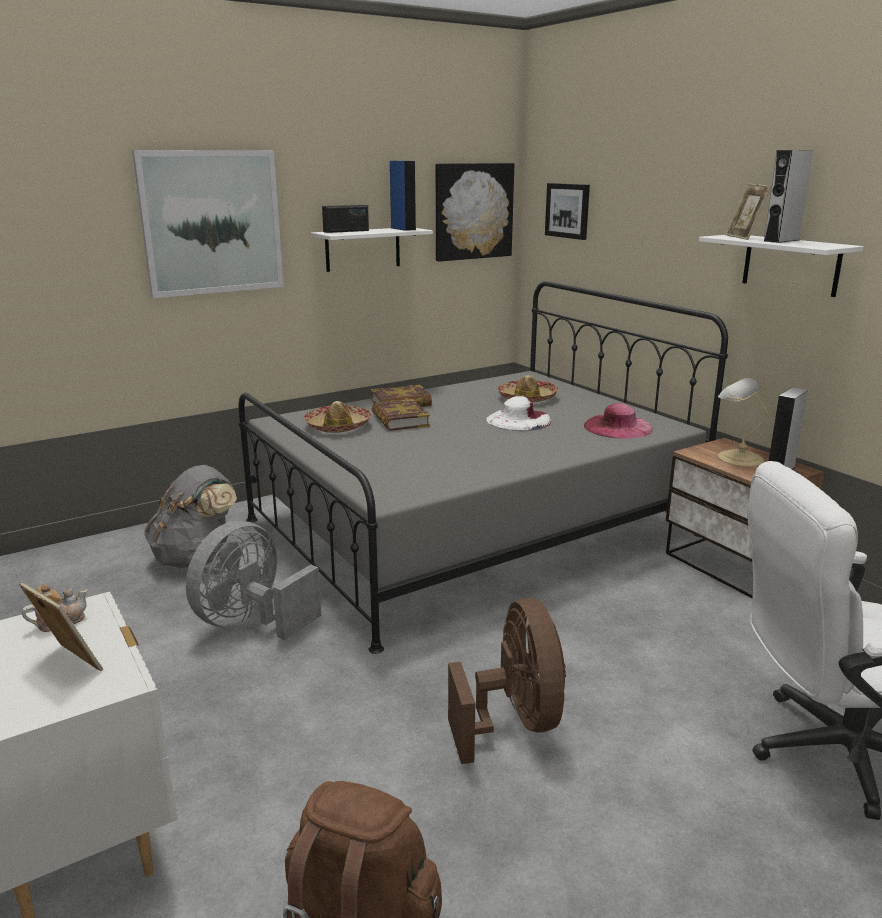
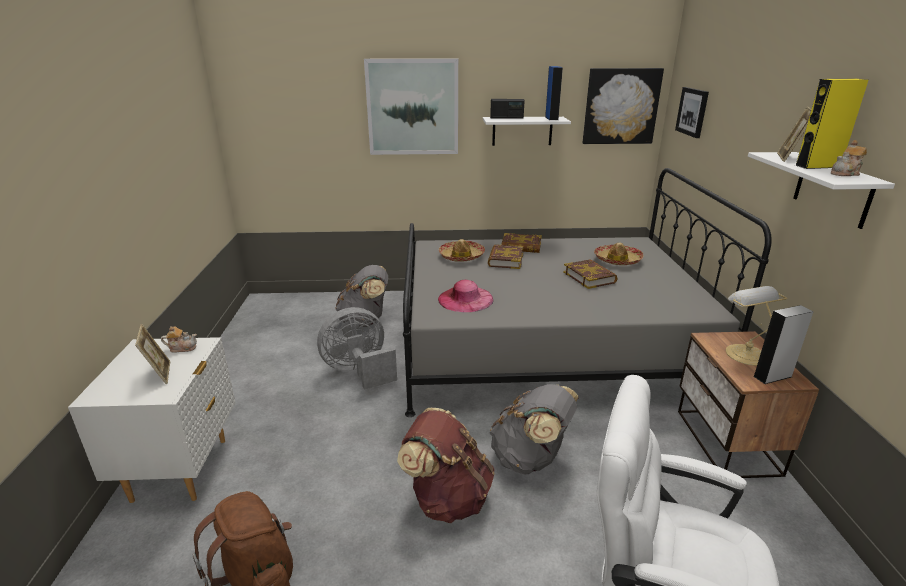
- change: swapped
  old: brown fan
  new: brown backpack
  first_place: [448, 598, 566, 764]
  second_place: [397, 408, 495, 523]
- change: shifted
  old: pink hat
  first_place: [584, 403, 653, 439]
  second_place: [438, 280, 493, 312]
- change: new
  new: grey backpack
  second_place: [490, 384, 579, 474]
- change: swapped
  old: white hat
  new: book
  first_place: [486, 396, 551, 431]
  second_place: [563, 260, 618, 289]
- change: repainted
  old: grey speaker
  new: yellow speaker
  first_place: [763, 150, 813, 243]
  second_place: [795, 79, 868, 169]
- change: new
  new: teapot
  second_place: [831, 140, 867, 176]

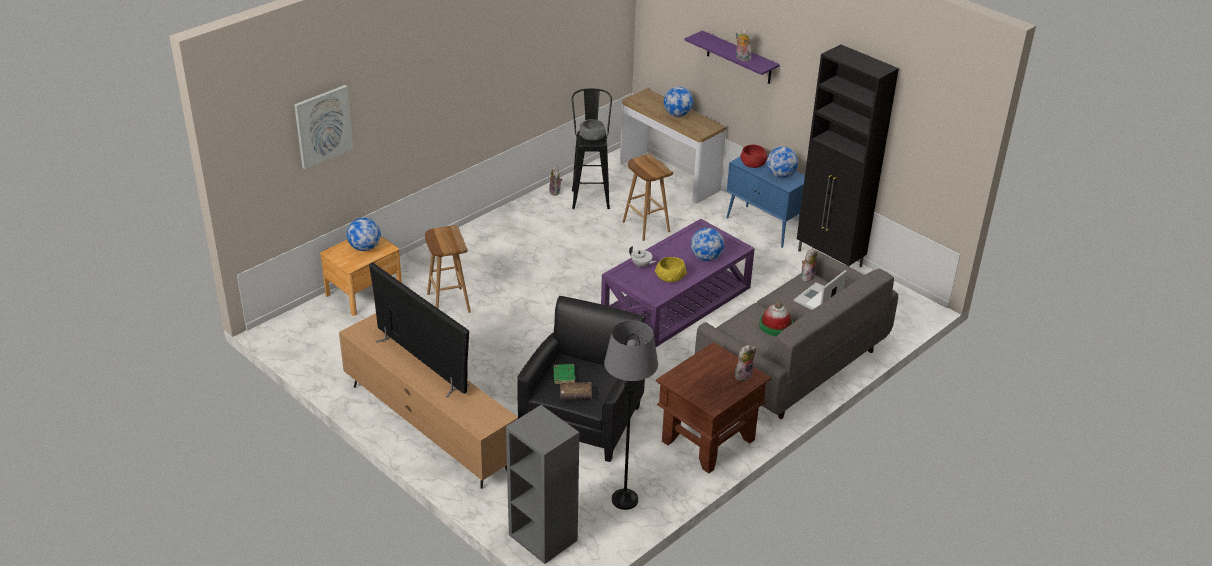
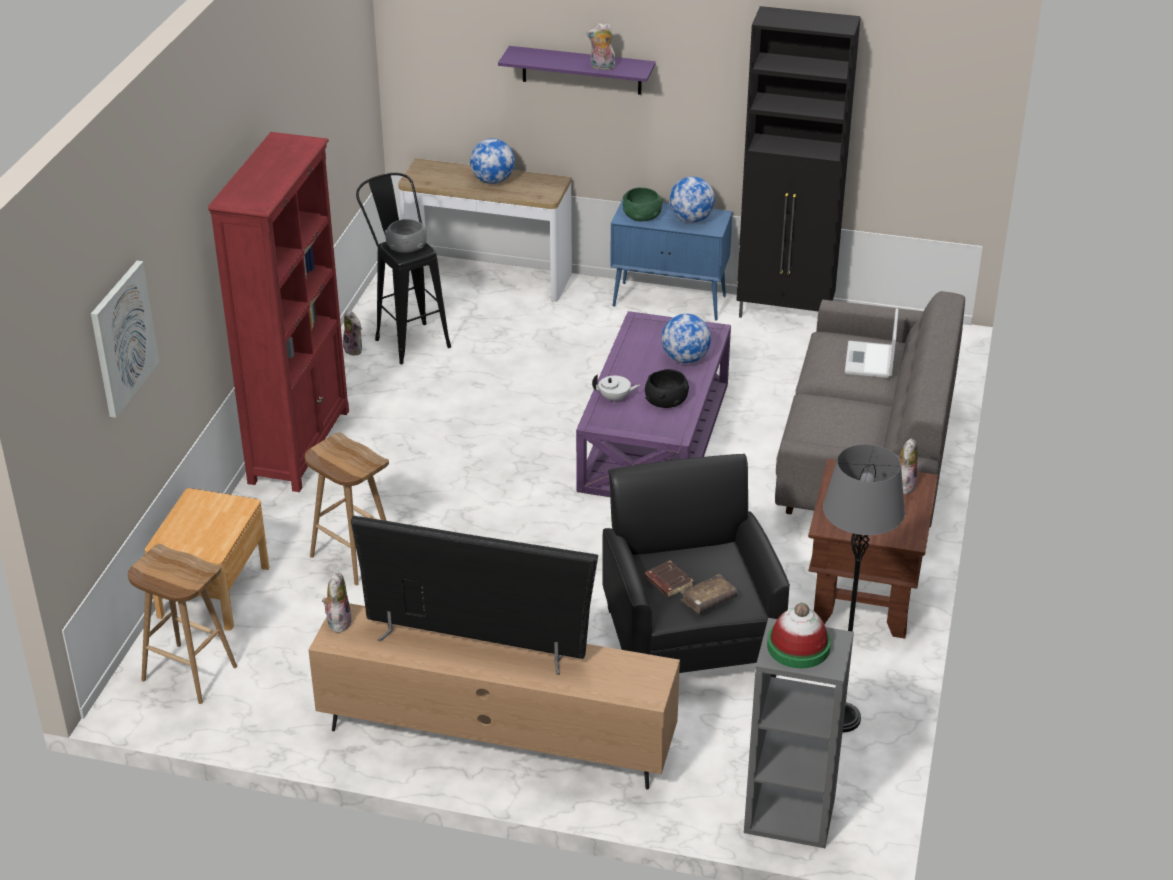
- change: shifted
  old: brown stool
  first_place: [623, 154, 673, 241]
  second_place: [128, 544, 237, 704]
- change: new
  new: red bookcase
  second_place: [208, 132, 349, 492]
- change: shifted
  old: plush toy
  first_place: [801, 248, 817, 282]
  second_place: [322, 573, 352, 633]
- change: repainted
  old: red bowl
  new: green bowl
  first_place: [740, 145, 767, 168]
  second_place: [623, 188, 663, 222]
- change: repainted
  old: yellow bowl
  new: black bowl
  first_place: [655, 257, 687, 282]
  second_place: [645, 369, 689, 408]
- change: repainted
  old: green book
  new: brown book
  first_place: [553, 364, 575, 384]
  second_place: [645, 560, 694, 597]
- change: shifted
  old: hat
  first_place: [759, 301, 793, 336]
  second_place: [767, 603, 831, 668]
- change: gone
  old: globe
  first_place: [347, 218, 381, 251]

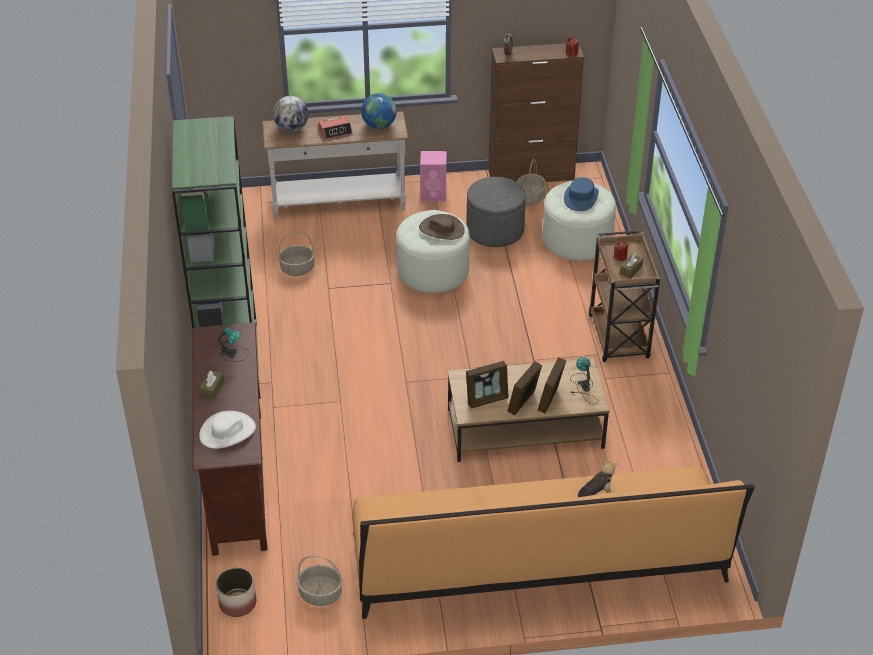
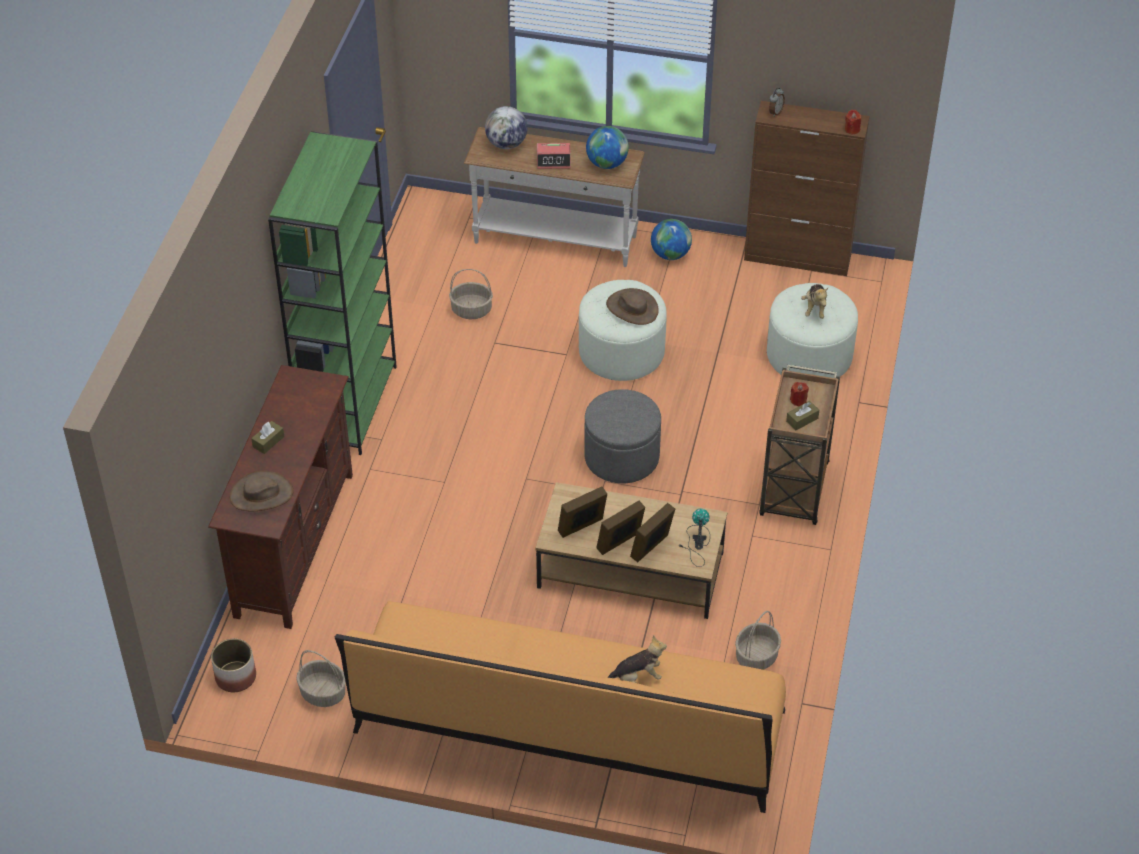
- change: repainted
  old: white hat
  new: brown hat
  first_place: [199, 411, 256, 449]
  second_place: [230, 470, 294, 511]
- change: rotated
  old: picture frame
  first_place: [466, 361, 509, 409]
  second_place: [558, 487, 607, 538]
  degrees: 150
- change: shifted
  old: grey ottoman
  first_place: [466, 177, 526, 247]
  second_place: [584, 389, 661, 483]
- change: swapped
  old: pink speaker
  new: globe
  first_place: [420, 151, 446, 201]
  second_place: [651, 219, 692, 260]
- change: shifted
  old: basket
  first_place: [517, 158, 547, 205]
  second_place: [735, 611, 781, 670]
- change: swapped
  old: blue hat
  new: plush toy
  first_place: [564, 177, 599, 211]
  second_place: [801, 284, 828, 319]
- change: gone
  old: table lamp
  first_place: [201, 327, 249, 362]

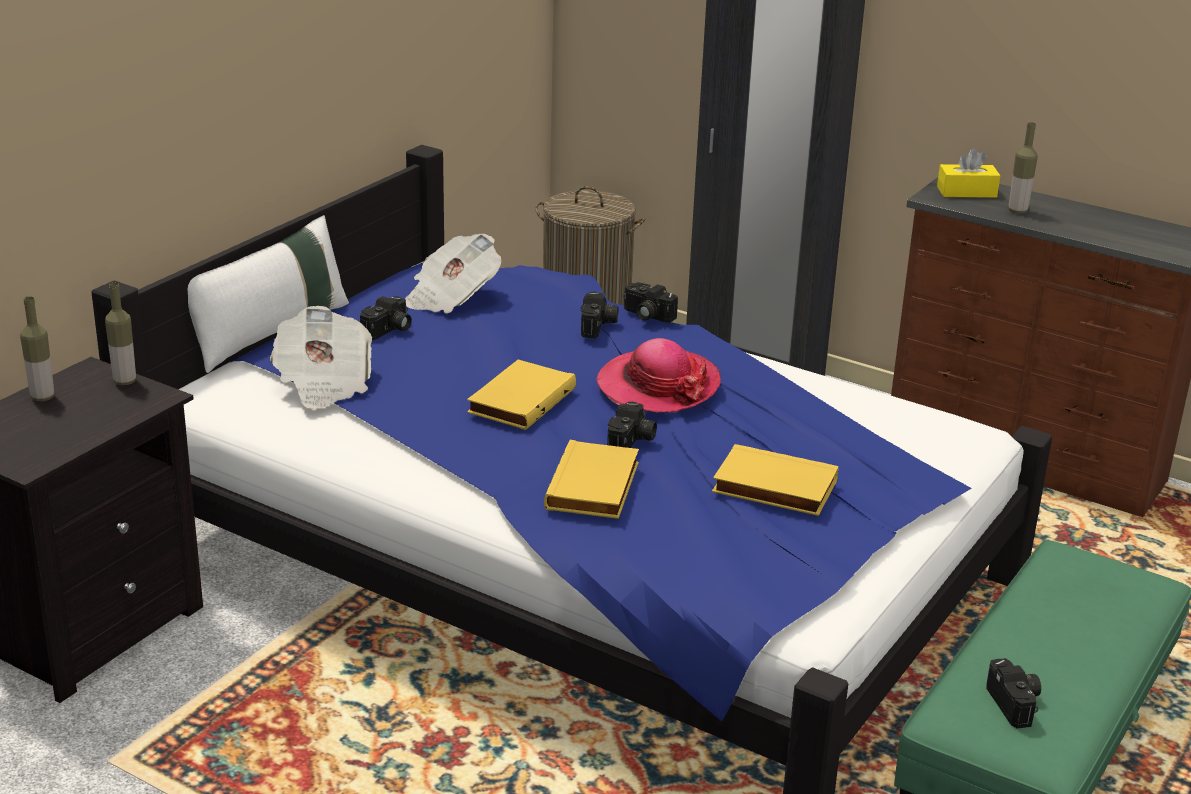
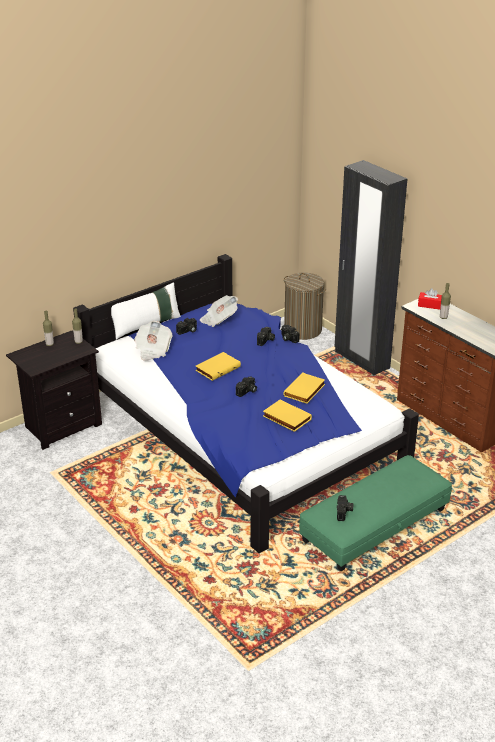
- change: shifted
  old: yellow book
  first_place: [544, 440, 639, 519]
  second_place: [284, 373, 325, 404]
- change: repainted
  old: yellow tissue box
  new: red tissue box
  first_place: [937, 148, 1001, 198]
  second_place: [418, 288, 442, 310]
- change: gone
  old: hat
  first_place: [597, 338, 721, 413]

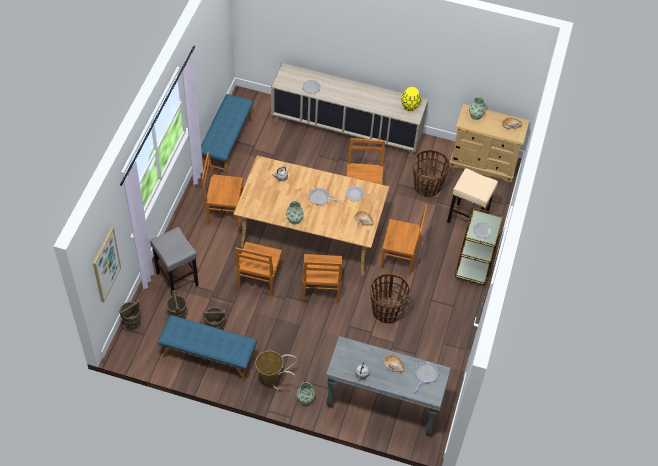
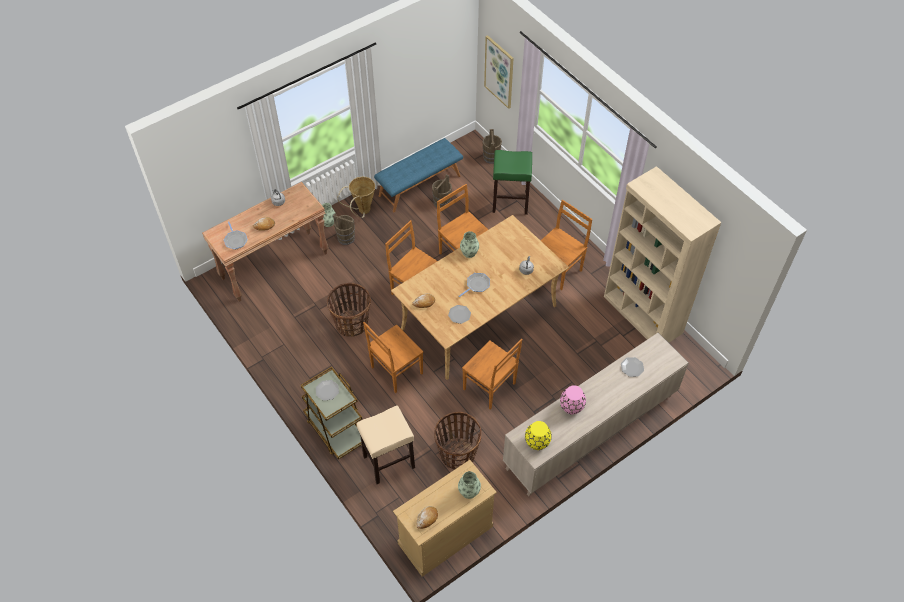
- change: repainted
  old: grey console table
  new: brown console table
  first_place: [326, 336, 451, 436]
  second_place: [202, 182, 329, 302]
- change: shifted
  old: brown bucket
  first_place: [166, 290, 187, 319]
  second_place: [333, 213, 355, 245]
- change: repainted
  old: grey stool
  new: green stool
  first_place: [150, 227, 199, 295]
  second_place: [492, 150, 532, 215]
- change: new
  new: pink vase
  second_place: [560, 385, 586, 414]
- change: swapped
  old: blue bench
  new: beige bookcase
  first_place: [201, 94, 253, 176]
  second_place: [604, 166, 721, 343]

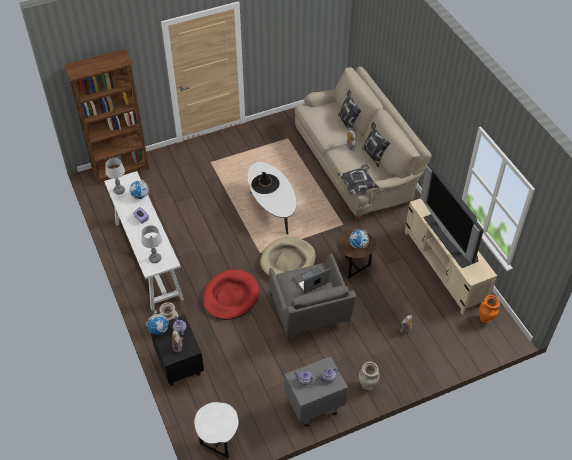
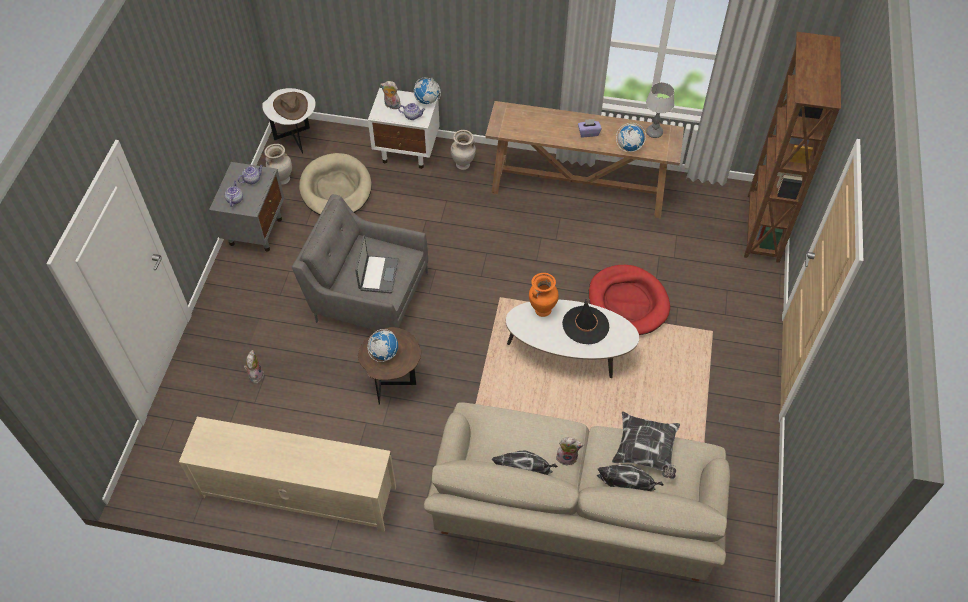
- change: shifted
  old: beige vase
  first_place: [358, 362, 379, 390]
  second_place: [264, 144, 292, 185]
- change: new
  new: brown hat
  second_place: [273, 92, 308, 120]
- change: shifted
  old: beige dog bed
  first_place: [260, 237, 316, 276]
  second_place: [299, 153, 372, 215]
- change: repainted
  old: black nightstand
  new: white nightstand
  first_place: [151, 315, 204, 386]
  second_place: [368, 88, 440, 169]
- change: repainted
  old: white console table
  new: brown console table
  first_place: [104, 171, 184, 311]
  second_place: [485, 101, 684, 218]
- change: shifted
  old: orange vase
  first_place: [479, 295, 500, 323]
  second_place: [529, 273, 559, 317]
- change: shifted
  old: red dog bed
  first_place: [203, 270, 259, 320]
  second_place: [589, 265, 670, 335]
- change: shifted
  old: pillow
  first_place: [337, 164, 380, 196]
  second_place: [612, 412, 680, 479]
- change: gone
  old: table lamp
  first_place: [141, 226, 162, 263]
- change: gone
  old: television
  first_place: [420, 163, 484, 268]

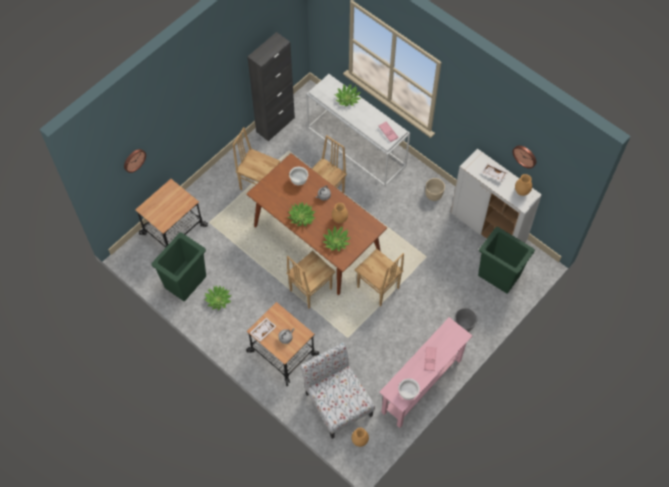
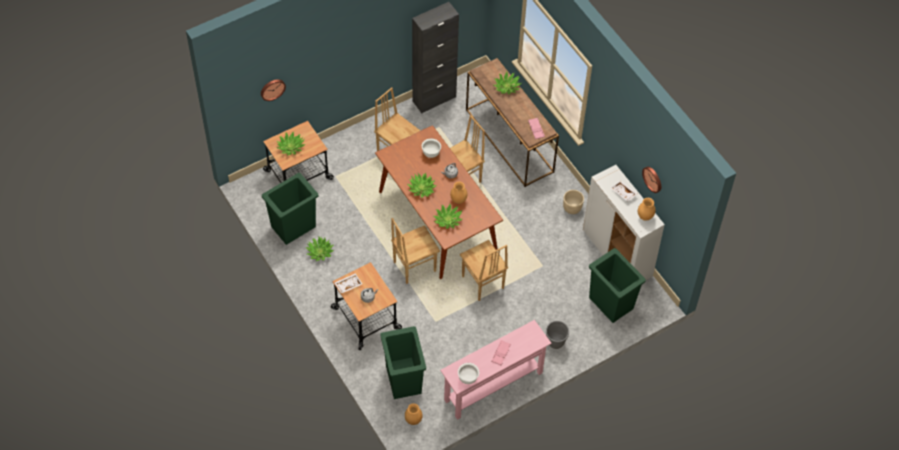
- change: new
  new: potted plant
  second_place: [277, 132, 305, 155]
- change: swapped
  old: chair
  new: green trash can
  first_place: [300, 342, 375, 439]
  second_place: [380, 326, 426, 399]
- change: repainted
  old: white console table
  new: brown console table
  first_place: [306, 74, 410, 186]
  second_place: [466, 58, 559, 187]

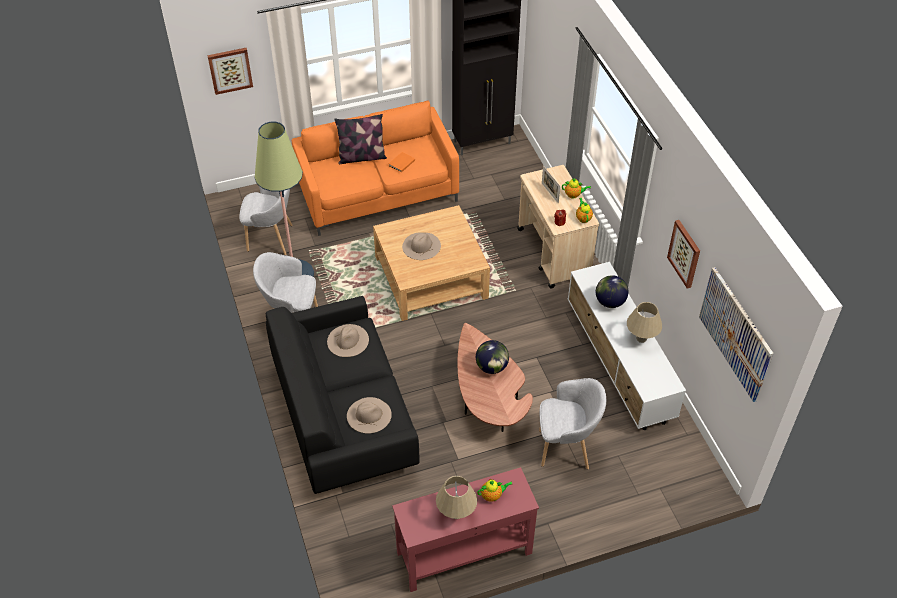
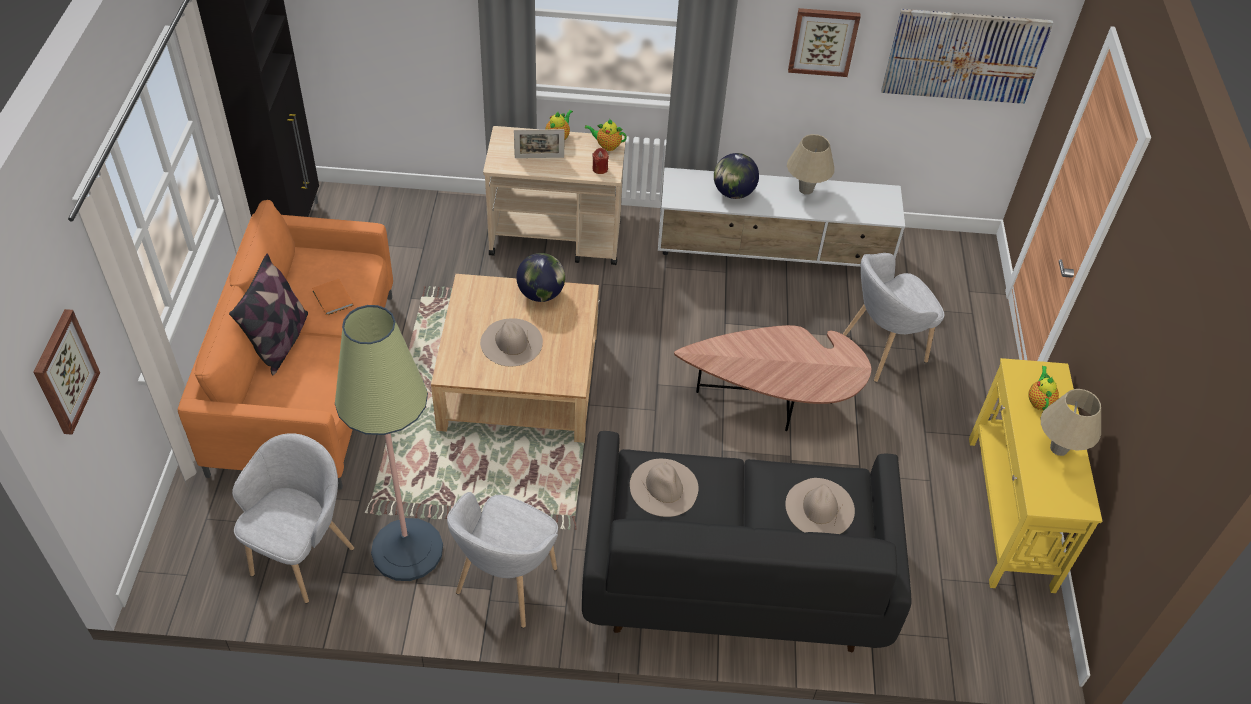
- change: shifted
  old: globe
  first_place: [476, 340, 509, 374]
  second_place: [516, 253, 565, 302]
- change: rotated
  old: grey armchair
  first_place: [539, 378, 606, 470]
  second_place: [843, 253, 944, 382]
  degrees: -135
- change: repainted
  old: red console table
  new: yellow console table
  first_place: [392, 467, 539, 592]
  second_place: [969, 358, 1102, 593]

